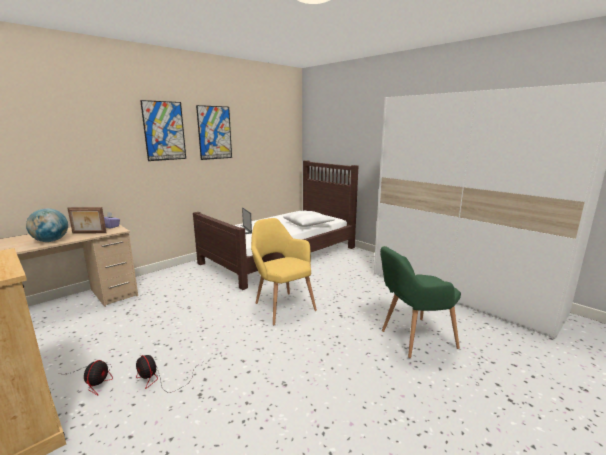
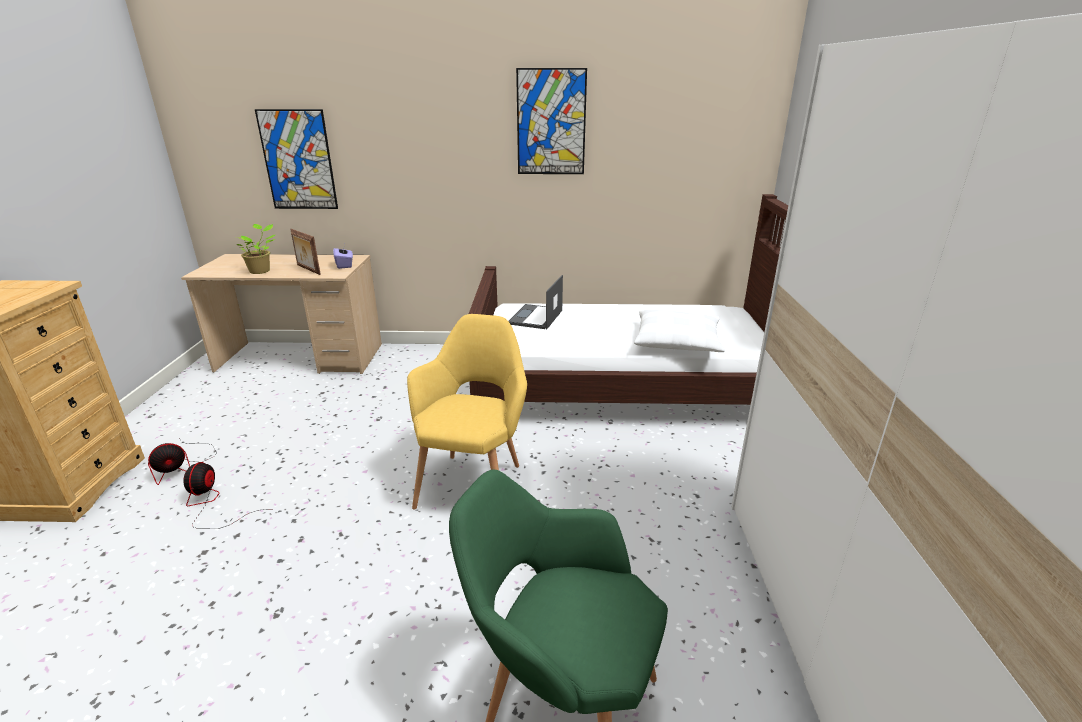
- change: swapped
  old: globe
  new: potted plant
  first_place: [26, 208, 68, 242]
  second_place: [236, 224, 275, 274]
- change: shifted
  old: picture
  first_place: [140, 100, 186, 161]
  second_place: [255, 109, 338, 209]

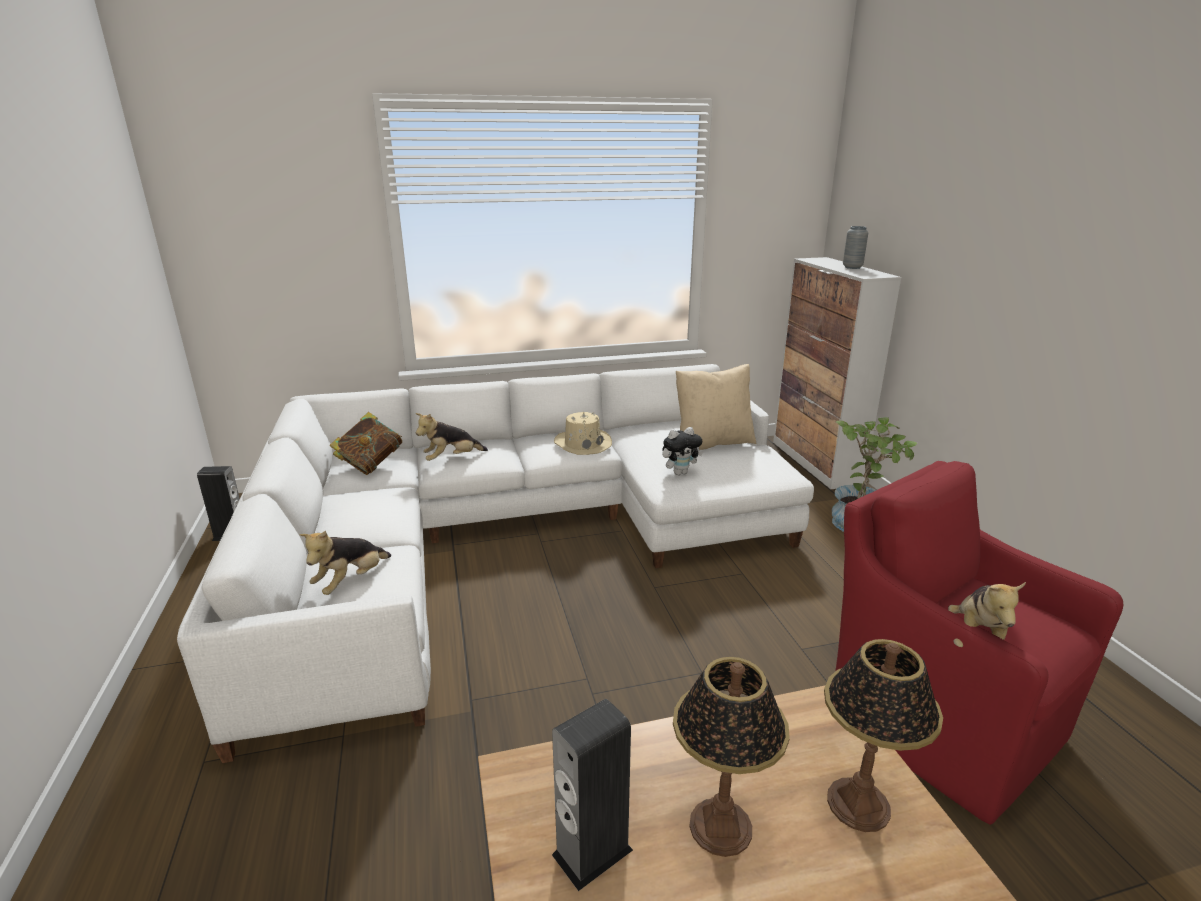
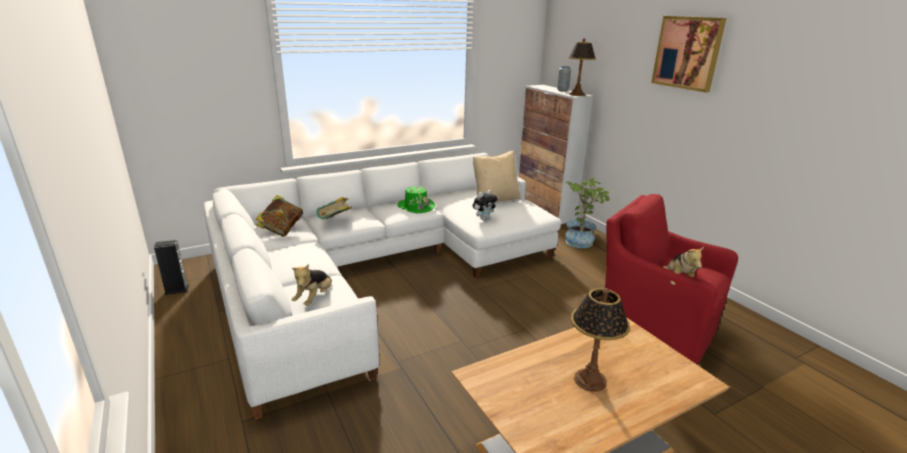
- change: swapped
  old: plush toy
  new: book
  first_place: [416, 413, 488, 461]
  second_place: [316, 197, 352, 219]
- change: repainted
  old: beige hat
  new: green hat
  first_place: [554, 412, 612, 455]
  second_place: [397, 186, 435, 213]
- change: shifted
  old: table lamp
  first_place: [824, 639, 943, 832]
  second_place: [568, 38, 596, 96]
- change: new
  new: picture
  second_place: [651, 16, 726, 93]
- change: gone
  old: speaker
  first_place: [552, 699, 633, 891]

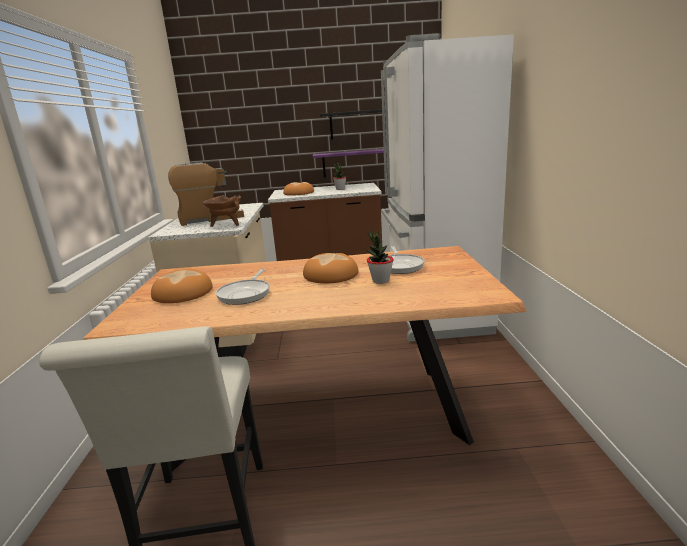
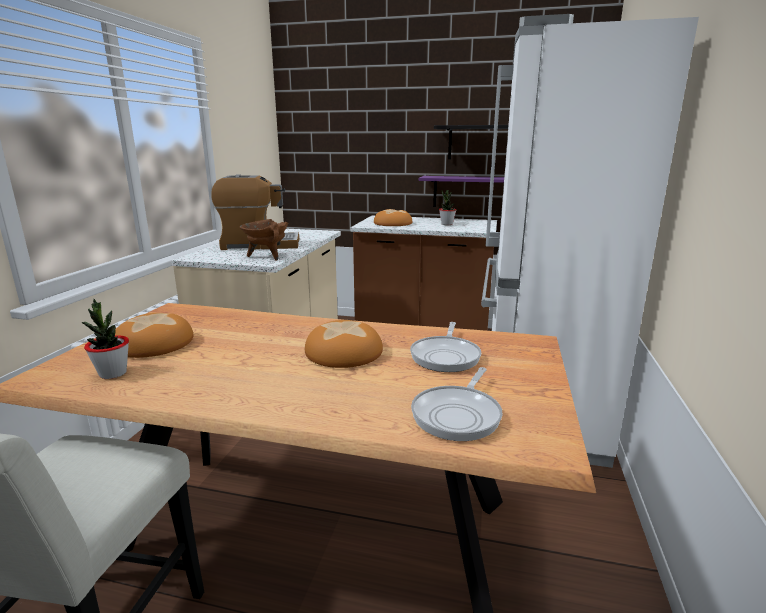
- change: shifted
  old: potted plant
  first_place: [366, 230, 394, 284]
  second_place: [82, 299, 129, 379]
- change: shifted
  old: frying pan
  first_place: [216, 269, 270, 305]
  second_place: [411, 367, 503, 441]

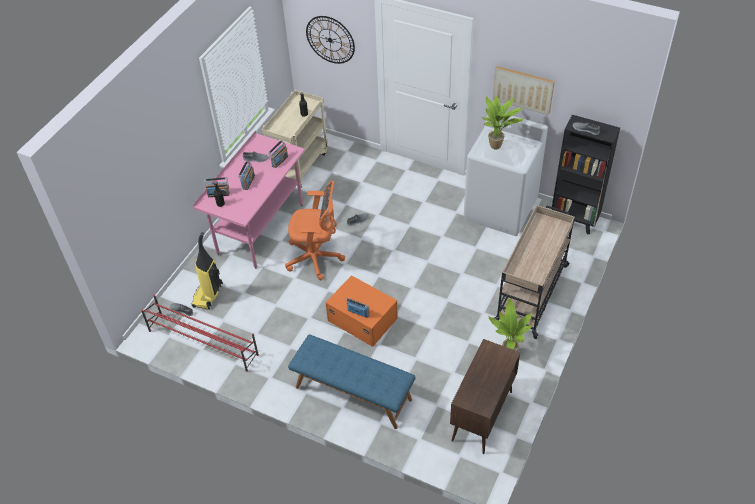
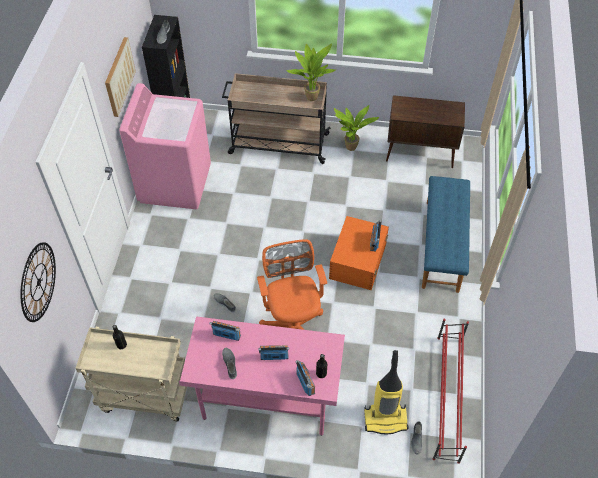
- change: repainted
  old: white washing machine
  new: pink washing machine
  first_place: [464, 115, 548, 236]
  second_place: [119, 83, 211, 209]
- change: shifted
  old: potted plant
  first_place: [482, 96, 524, 150]
  second_place: [286, 43, 336, 101]

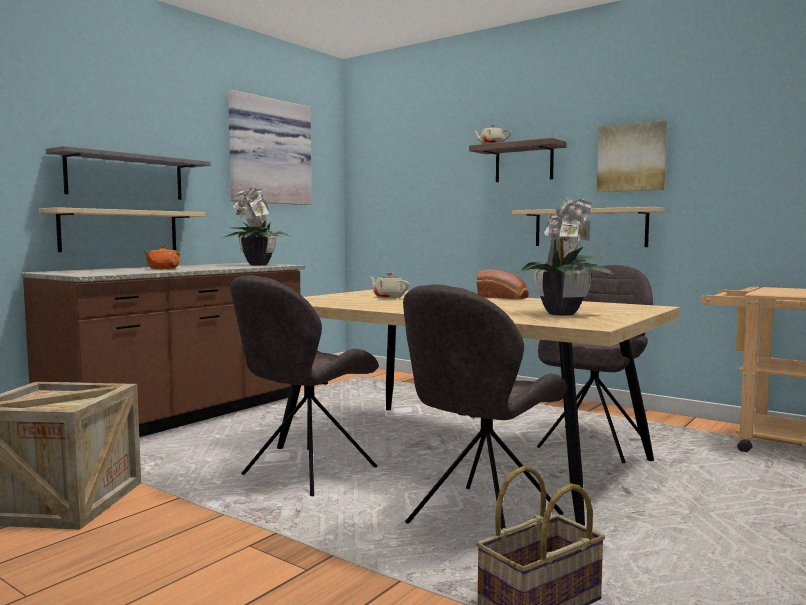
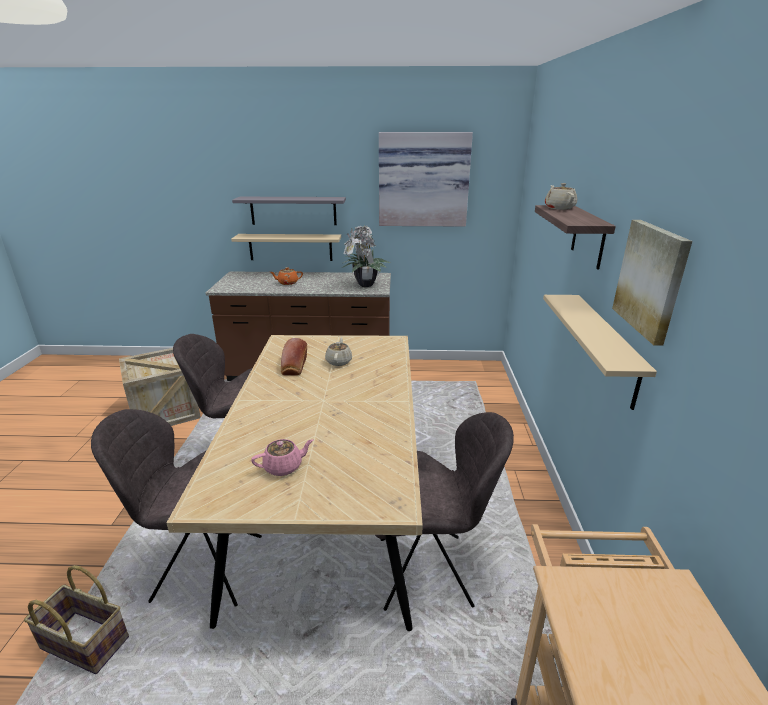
- change: swapped
  old: potted plant
  new: pink teapot
  first_place: [517, 196, 614, 316]
  second_place: [251, 439, 313, 476]
- change: shifted
  old: bread
  first_place: [477, 270, 529, 300]
  second_place: [281, 338, 307, 376]

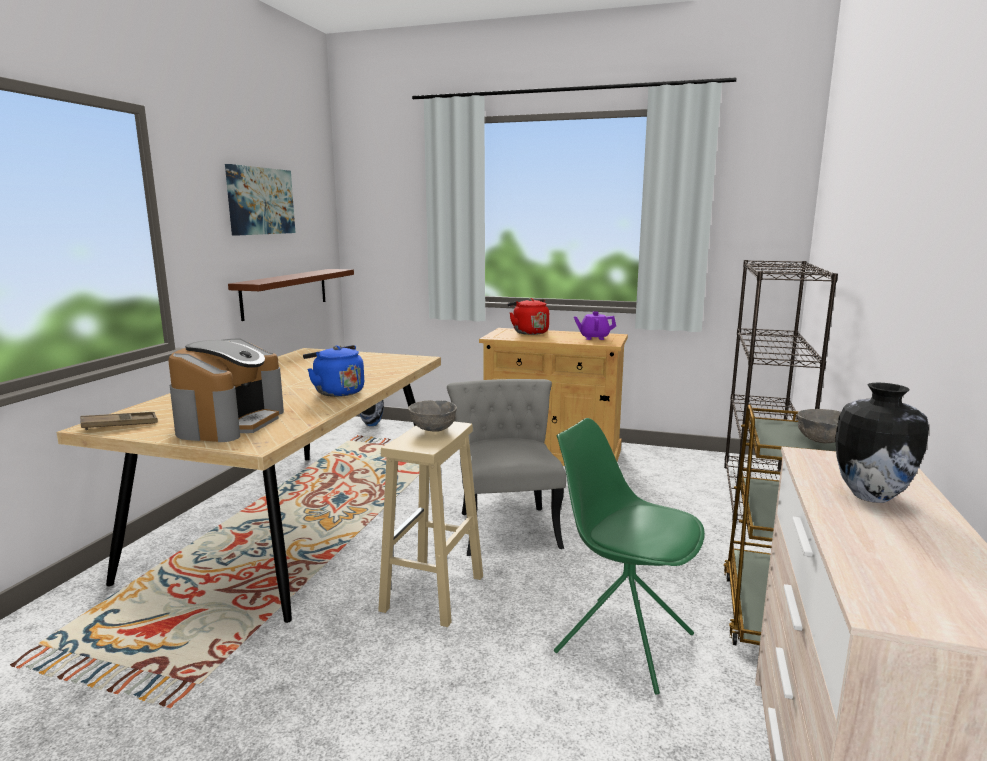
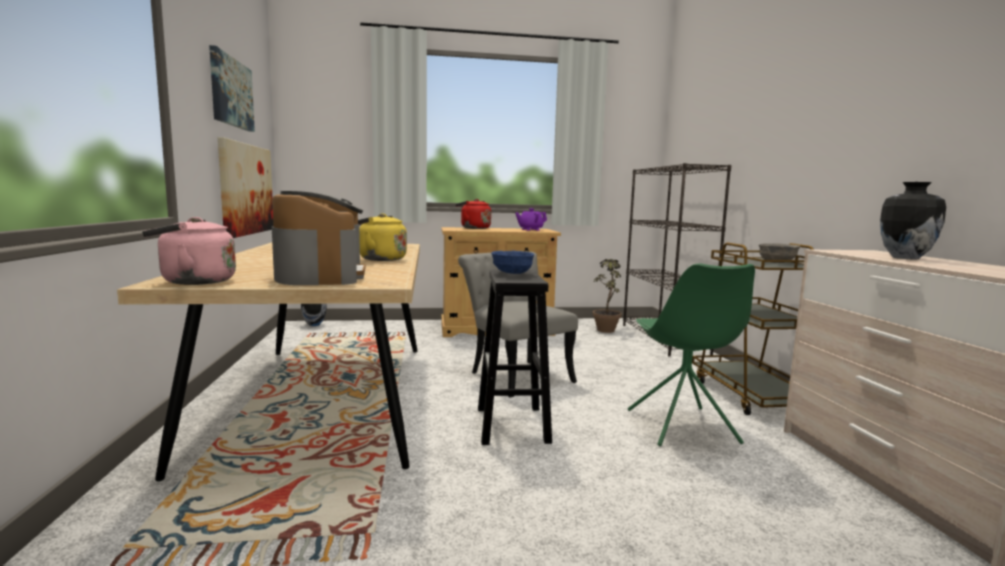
- change: swapped
  old: brown tray
  new: pink kettle
  first_place: [80, 412, 157, 430]
  second_place: [142, 217, 236, 285]
- change: swapped
  old: brown shelf
  new: picture
  first_place: [228, 269, 354, 321]
  second_place: [218, 137, 273, 238]
- change: repainted
  old: blue kettle
  new: yellow kettle
  first_place: [303, 345, 364, 397]
  second_place: [358, 213, 407, 261]
- change: repainted
  old: beige stool
  new: black stool
  first_place: [378, 421, 483, 627]
  second_place: [478, 270, 552, 445]
- change: repainted
  old: grey bowl
  new: blue bowl
  first_place: [408, 400, 457, 432]
  second_place: [491, 251, 534, 274]
- change: new
  new: potted plant
  second_place: [592, 259, 622, 333]
- change: rotated
  old: green chair
  first_place: [554, 418, 705, 694]
  second_place: [628, 263, 755, 446]
  degrees: -105

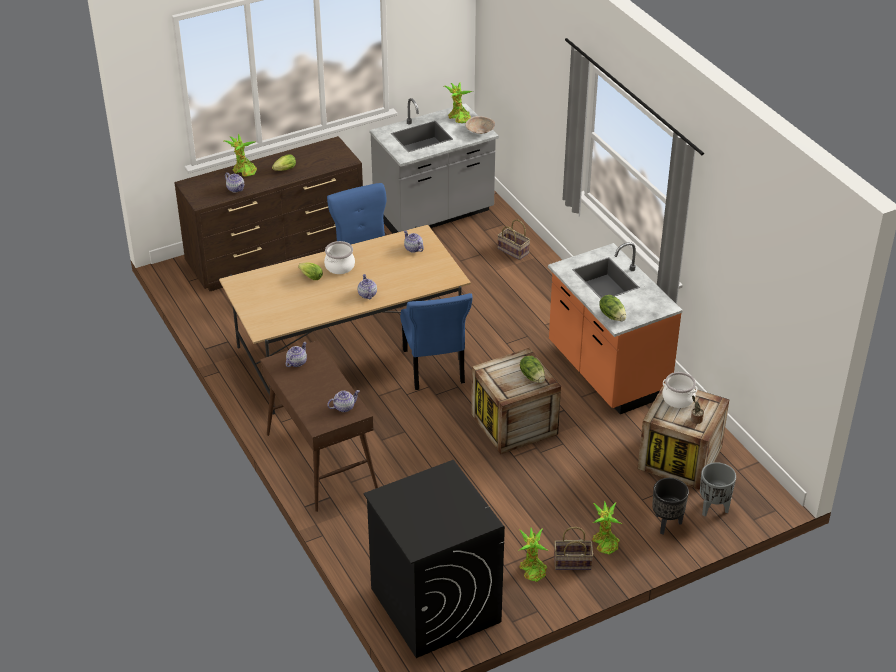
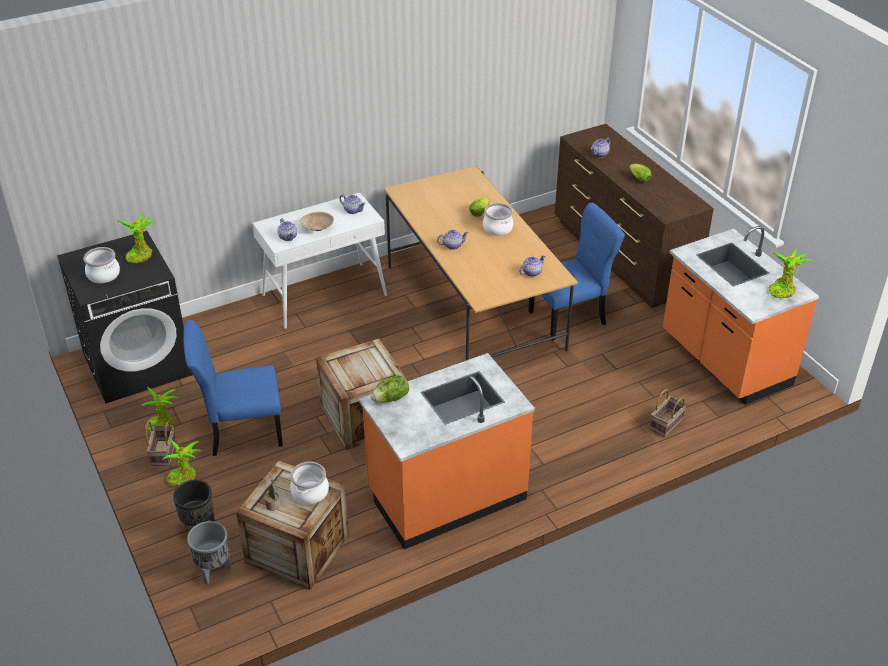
- change: new
  new: cooking pot
  second_place: [83, 247, 120, 283]
- change: shifted
  old: potted plant
  first_place: [224, 134, 257, 177]
  second_place: [116, 213, 155, 264]
- change: shifted
  old: blue chair
  first_place: [400, 293, 473, 390]
  second_place: [183, 320, 283, 456]
- change: repainted
  old: brown console table
  new: white console table
  first_place: [260, 340, 378, 512]
  second_place: [252, 193, 387, 329]
- change: shifted
  old: beige bowl
  first_place: [466, 116, 495, 134]
  second_place: [301, 212, 334, 231]
- change: repainted
  old: grey counter
  new: orange counter
  first_place: [369, 98, 499, 234]
  second_place: [663, 226, 819, 405]
- change: gone
  old: lettuce
  first_place: [520, 356, 545, 383]

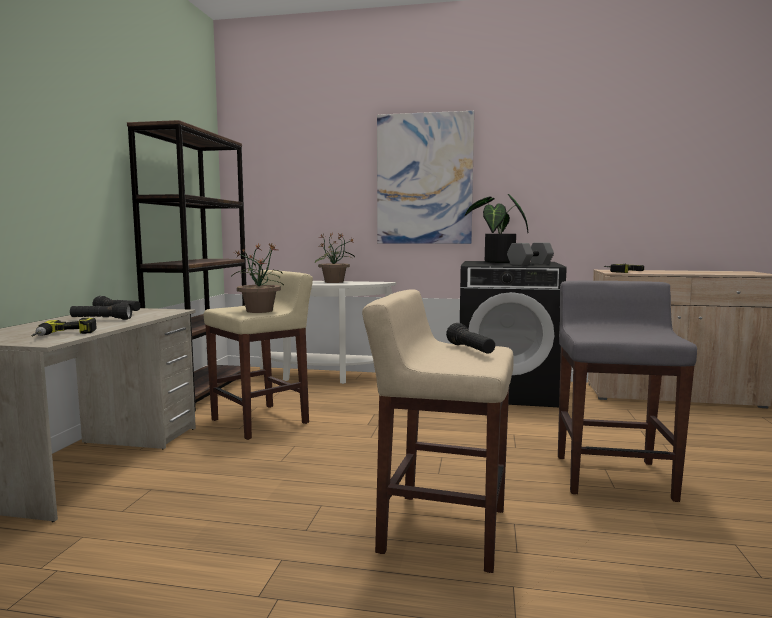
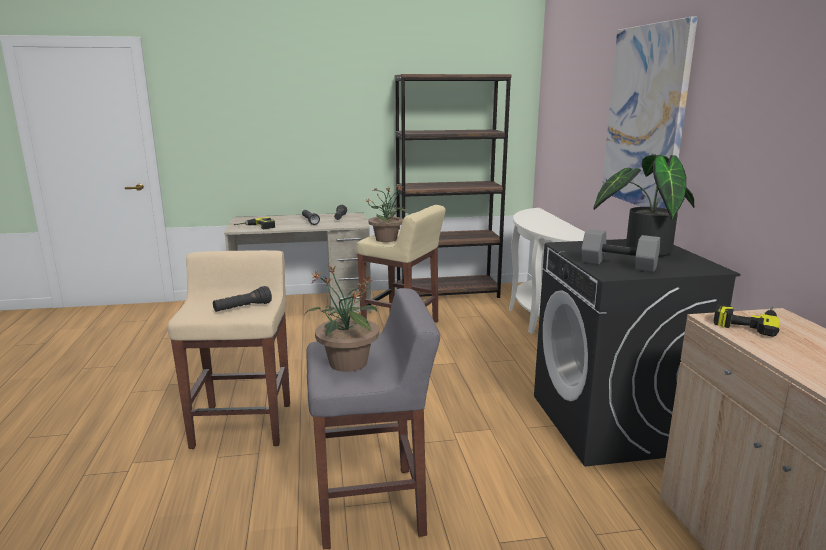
- change: shifted
  old: potted plant
  first_place: [315, 234, 355, 283]
  second_place: [305, 266, 379, 372]

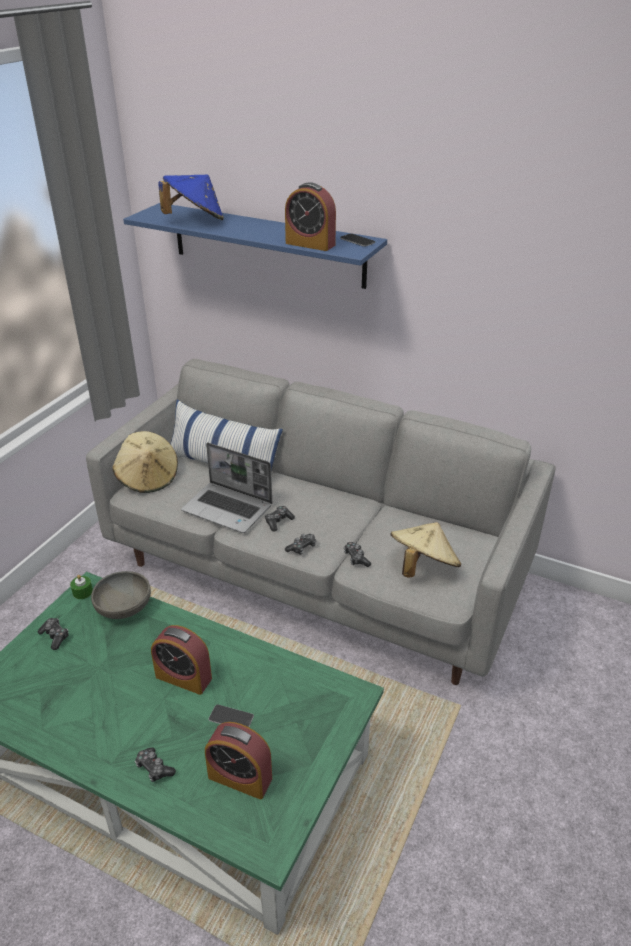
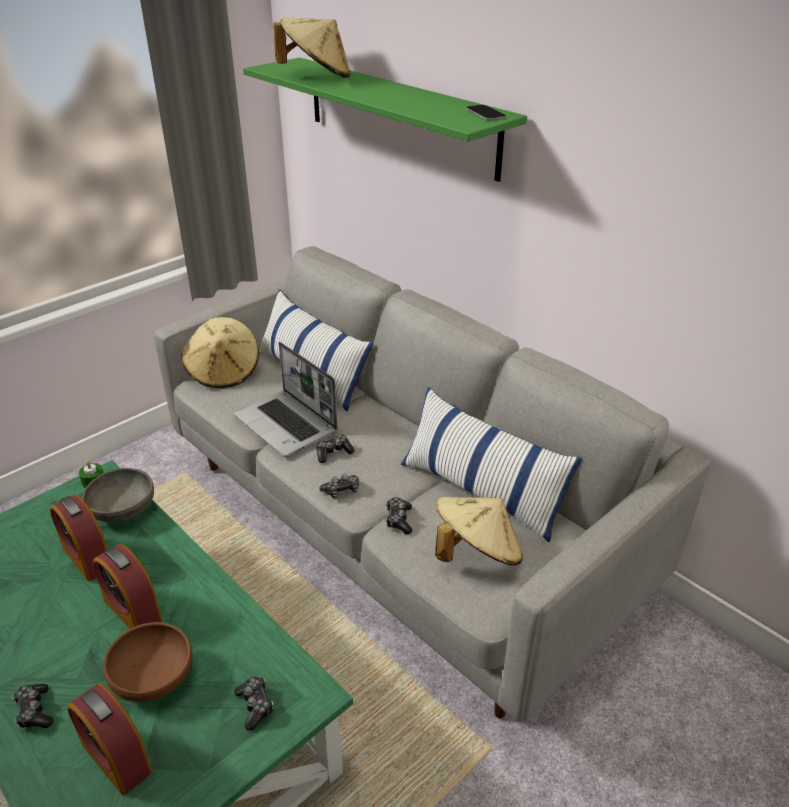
- change: shifted
  old: alarm clock
  first_place: [285, 182, 336, 251]
  second_place: [50, 495, 108, 581]
- change: swapped
  old: phone
  new: brown bowl
  first_place: [209, 704, 254, 727]
  second_place: [103, 622, 192, 702]
- change: shifted
  old: game controller
  first_place: [37, 618, 69, 650]
  second_place: [234, 676, 274, 731]
- change: repainted
  old: blue shelf
  new: green shelf
  first_place: [123, 203, 387, 289]
  second_place: [243, 58, 527, 182]
- change: repainted
  old: blue hat
  new: beige hat
  first_place: [158, 174, 224, 220]
  second_place: [273, 17, 351, 78]
- change: new
  new: pillow
  second_place: [401, 387, 582, 542]

